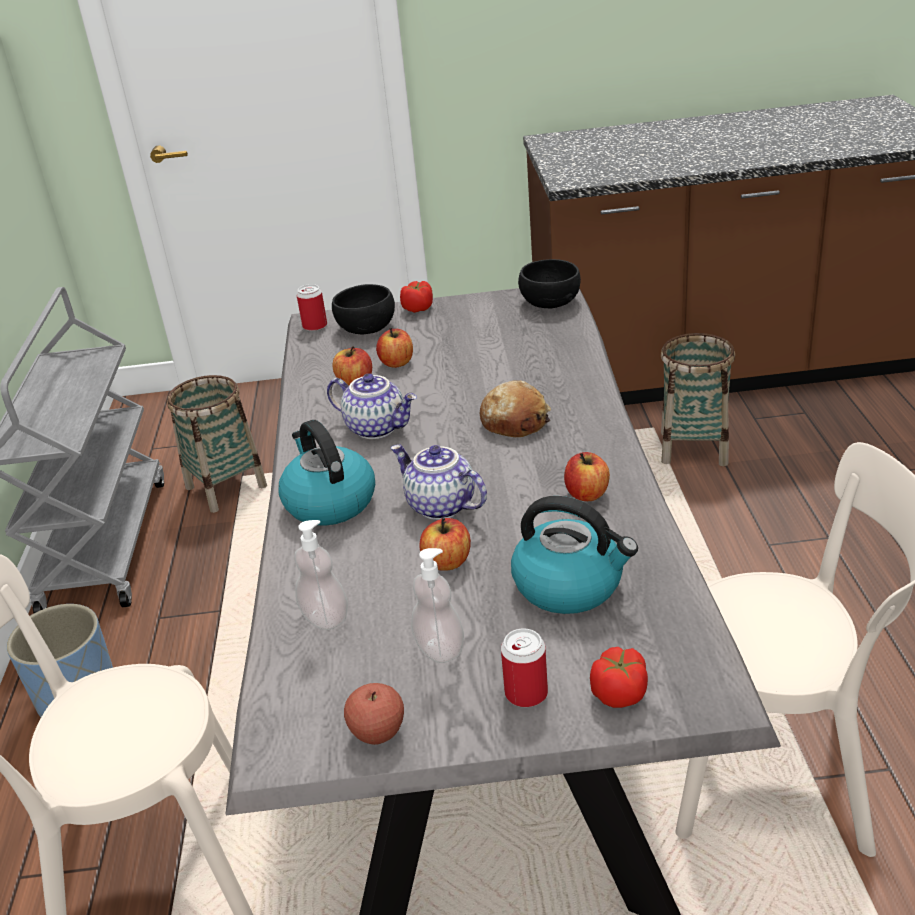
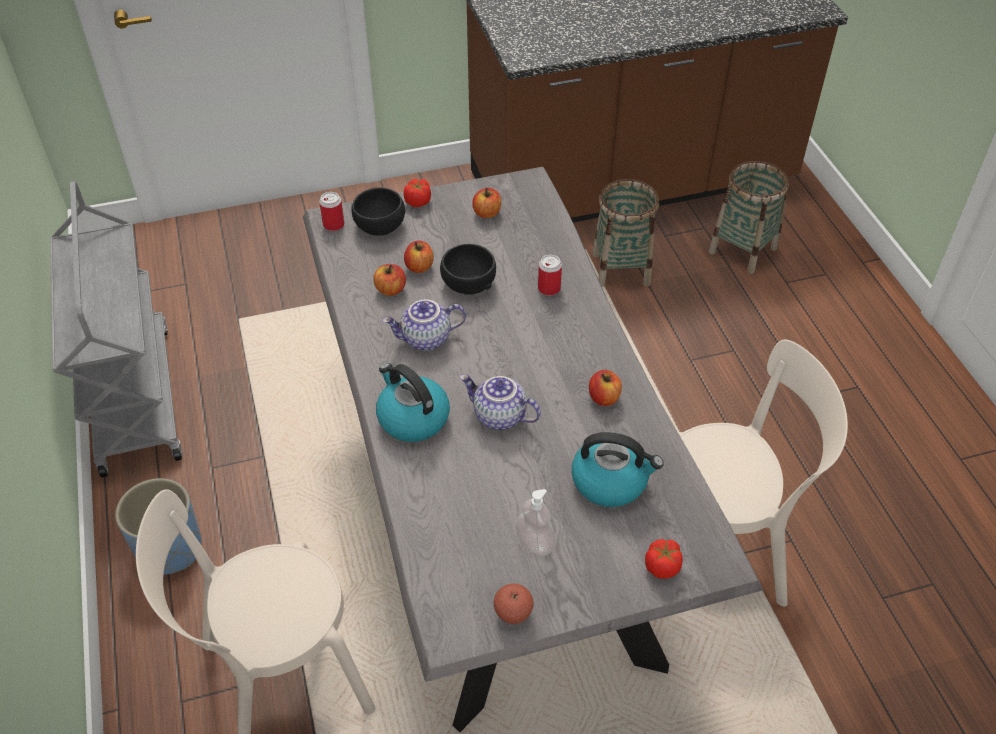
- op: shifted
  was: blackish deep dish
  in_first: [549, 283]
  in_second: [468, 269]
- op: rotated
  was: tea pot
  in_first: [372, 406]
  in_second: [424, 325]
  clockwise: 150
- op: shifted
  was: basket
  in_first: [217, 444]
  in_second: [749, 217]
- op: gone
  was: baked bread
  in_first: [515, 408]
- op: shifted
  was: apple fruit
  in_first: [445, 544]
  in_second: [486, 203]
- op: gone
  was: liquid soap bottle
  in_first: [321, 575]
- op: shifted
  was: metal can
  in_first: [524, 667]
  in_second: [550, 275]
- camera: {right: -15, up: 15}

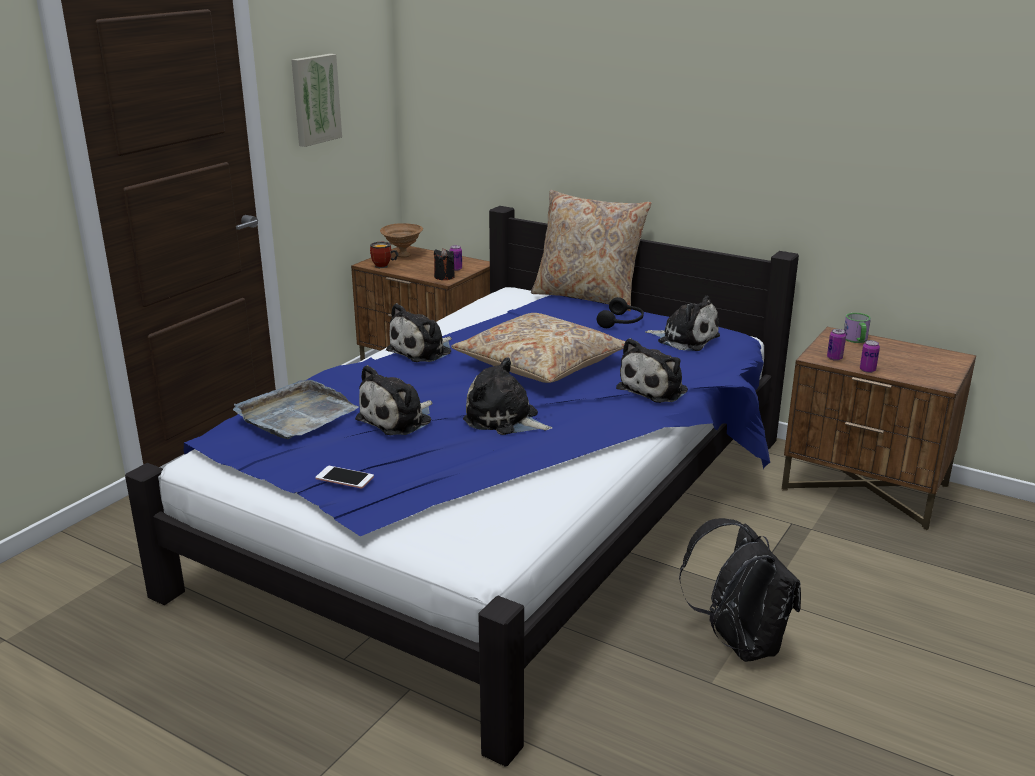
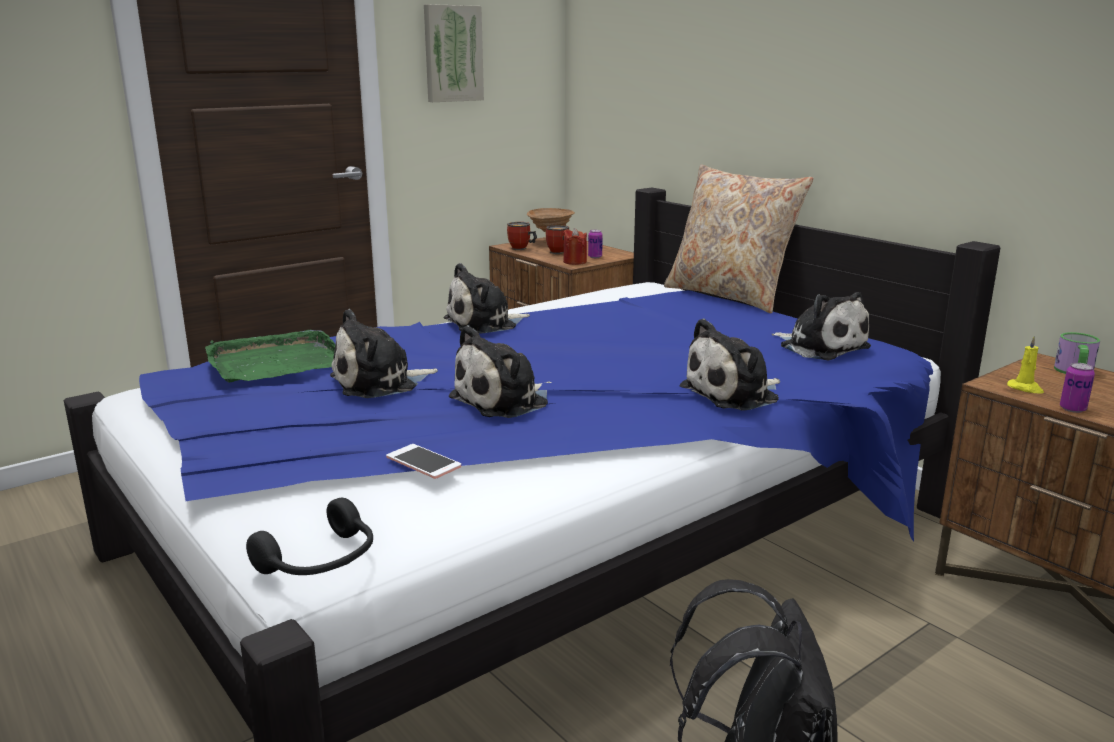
- op: repainted
  was: blackish wax candle
  now: red wax candle
  in_first: [444, 264]
  in_second: [575, 246]
- op: shifted
  was: blackish headset
  in_first: [620, 312]
  in_second: [309, 536]
- op: gone
  was: beige pillow
  in_first: [538, 348]
- op: swapped
  was: metal can
  now: yellow wax candle
  in_first: [836, 345]
  in_second: [1025, 364]
- op: rotated
  was: soft toy
  in_first: [507, 396]
  in_second: [500, 371]
  clockwise: -90
- op: repainted
  was: greyish carrying tray
  now: green-coloured carrying tray
  in_first: [296, 409]
  in_second: [270, 356]
- op: shifted
  was: handset
  in_first: [344, 477]
  in_second: [423, 461]
- op: new
  now: tea mug
  in_second: [557, 239]
- camera: {right: 20, up: -5}

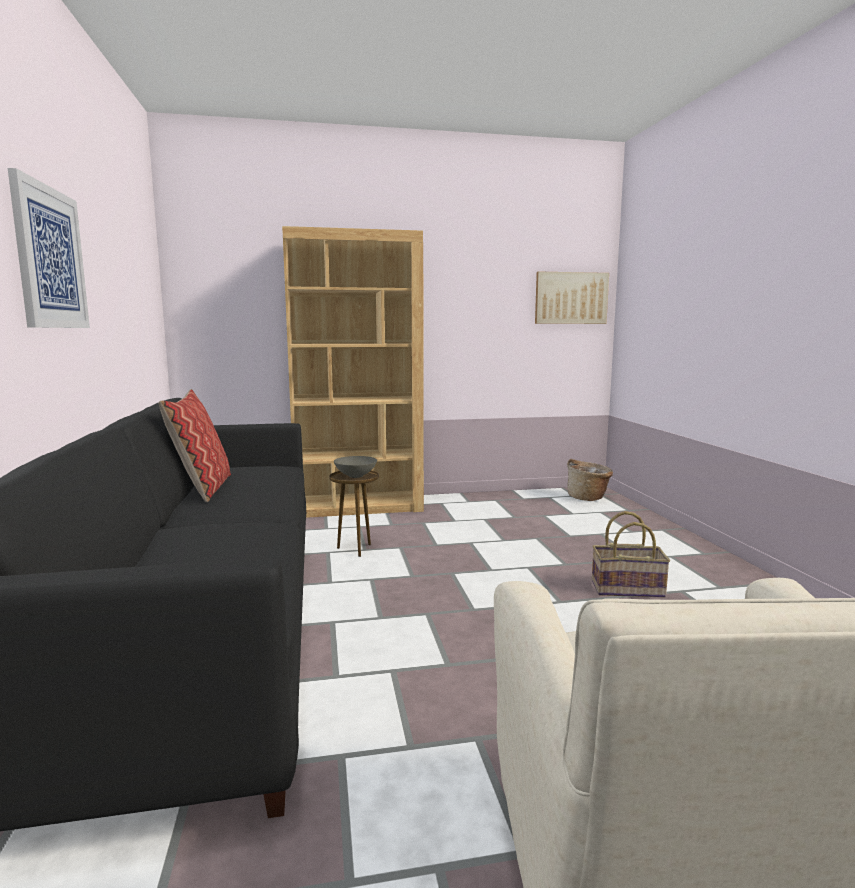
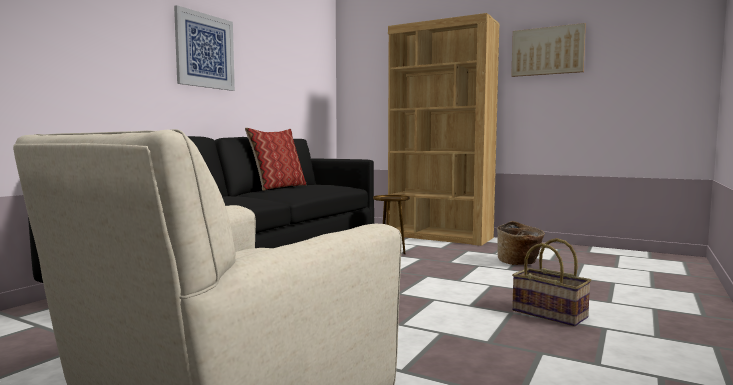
- op: shifted
  was: picture
  in_first: [572, 297]
  in_second: [548, 50]
- op: gone
  was: greyish deep dish
  in_first: [355, 467]
- op: shifted
  was: basket
  in_first: [590, 480]
  in_second: [521, 243]
- camera: {right: 40, up: -5}

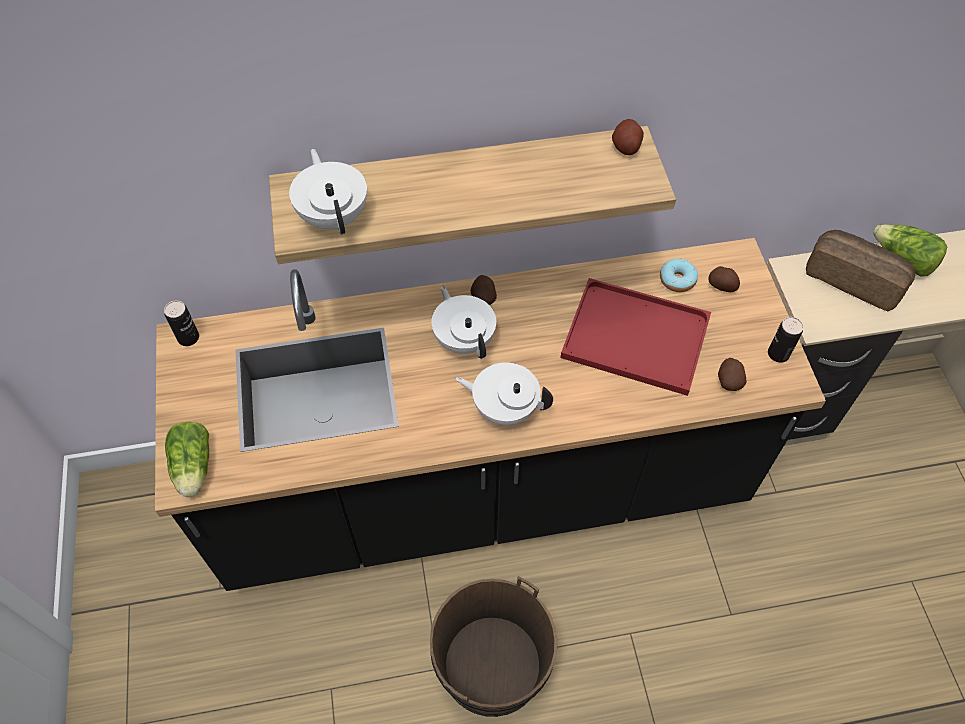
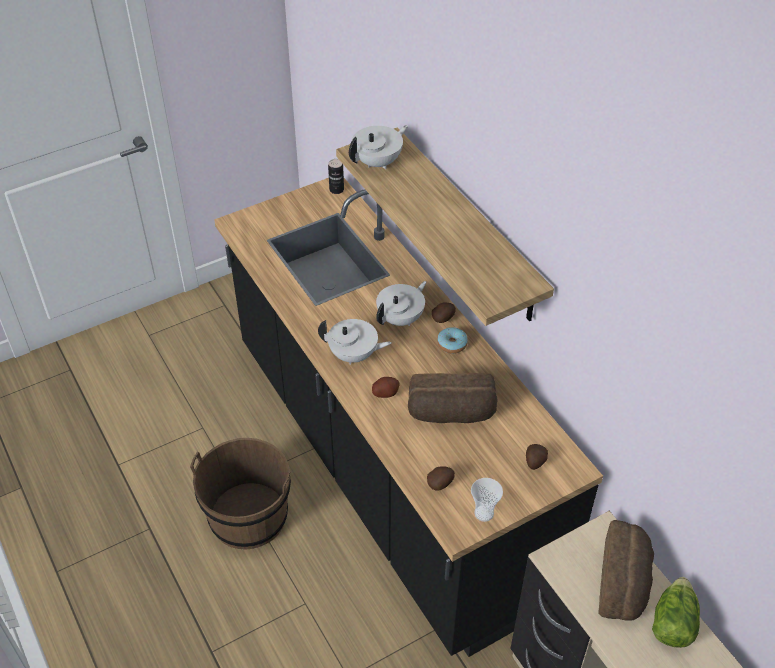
- op: shifted
  was: potato
  in_first: [628, 137]
  in_second: [386, 387]
- op: shifted
  was: ring doughnut
  in_first: [679, 275]
  in_second: [452, 340]
- op: swapped
  was: red carrying tray
  now: baked bread
  in_first: [635, 337]
  in_second: [453, 398]
- op: swapped
  was: metal can
  now: cup
  in_first: [786, 340]
  in_second: [487, 500]
- op: rotated
  was: white tea pot
  in_first: [504, 393]
  in_second: [355, 342]
  clockwise: 105
- op: gone
  was: lettuce head
  in_first: [187, 459]
- camera: {right: 70, up: -10}

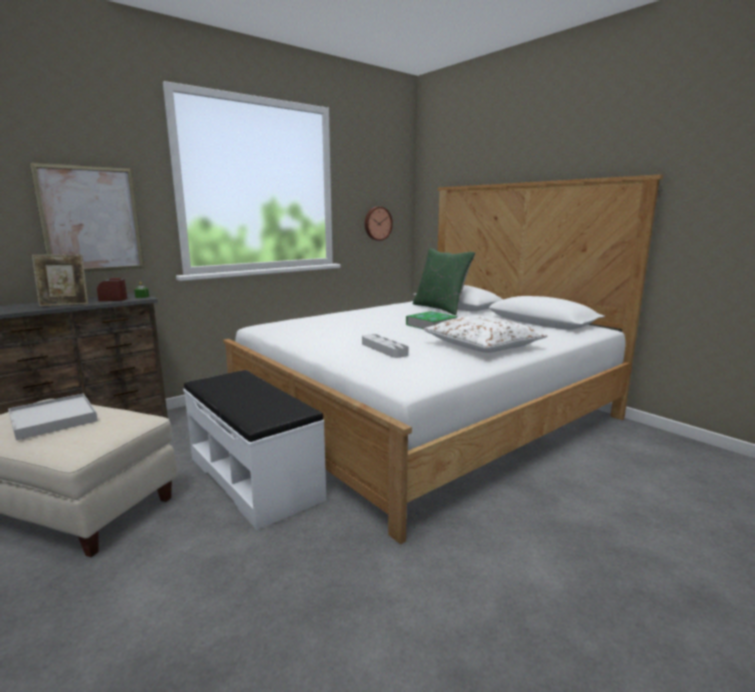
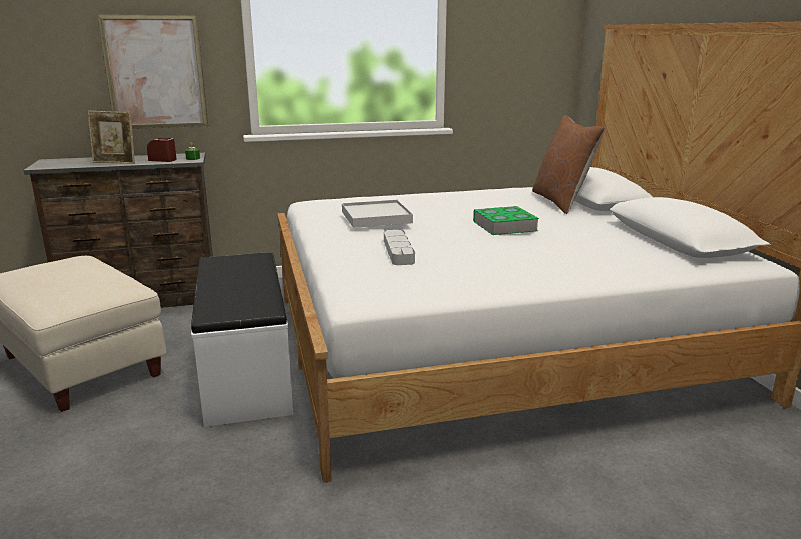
- op: gone
  was: clock on the wall
  in_first: [379, 224]
- op: repainted
  was: green-coloured pillow
  now: brown-coloured pillow
  in_first: [444, 281]
  in_second: [568, 164]
- op: gone
  was: white pillow
  in_first: [485, 334]
- op: shifted
  was: white carrying tray
  in_first: [53, 416]
  in_second: [377, 214]
- camera: {right: 25, up: 5}

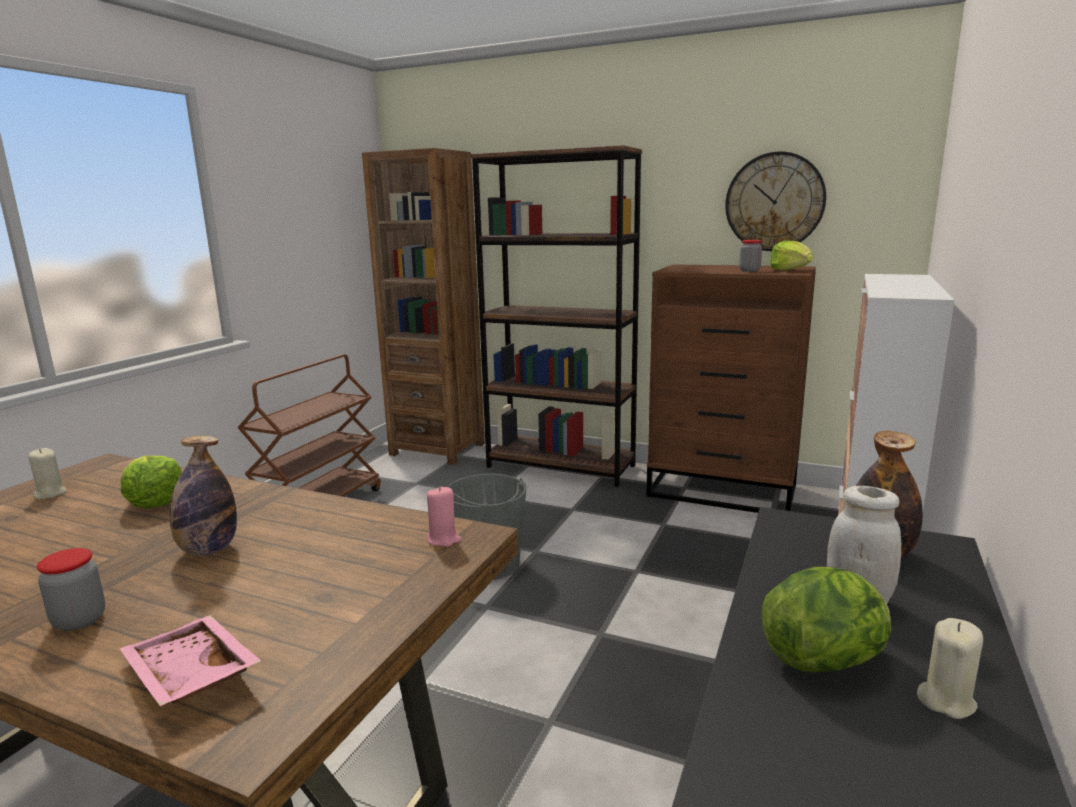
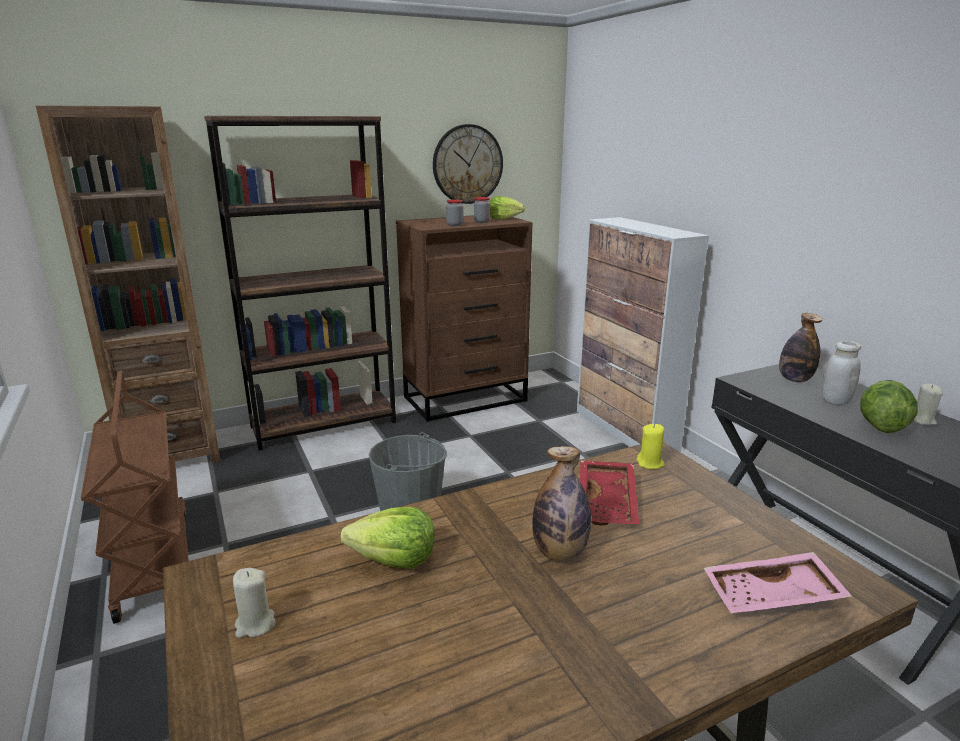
- op: repainted
  was: pink wax candle
  now: yellow wax candle
  in_first: [444, 516]
  in_second: [651, 446]
- op: shifted
  was: storage jar
  in_first: [71, 589]
  in_second: [454, 212]
- op: new
  now: red carrying tray
  in_second: [609, 492]
- camera: {right: -50, up: 5}

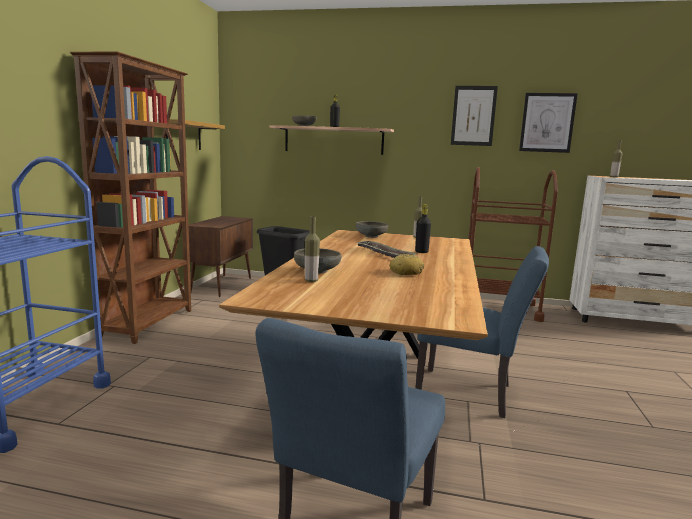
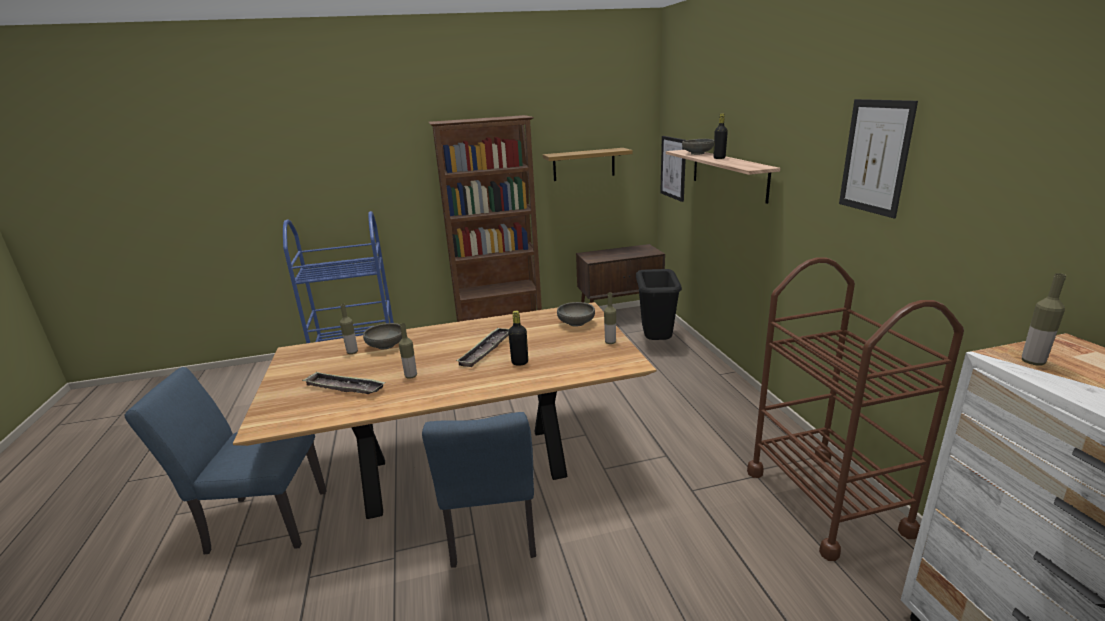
- op: shifted
  was: picture
  in_first: [548, 123]
  in_second: [673, 169]
- op: swapped
  was: baked bread
  now: drink bottle
  in_first: [406, 264]
  in_second: [408, 351]
- op: new
  now: carrying tray
  in_second: [344, 382]
- camera: {right: 65, up: 10}

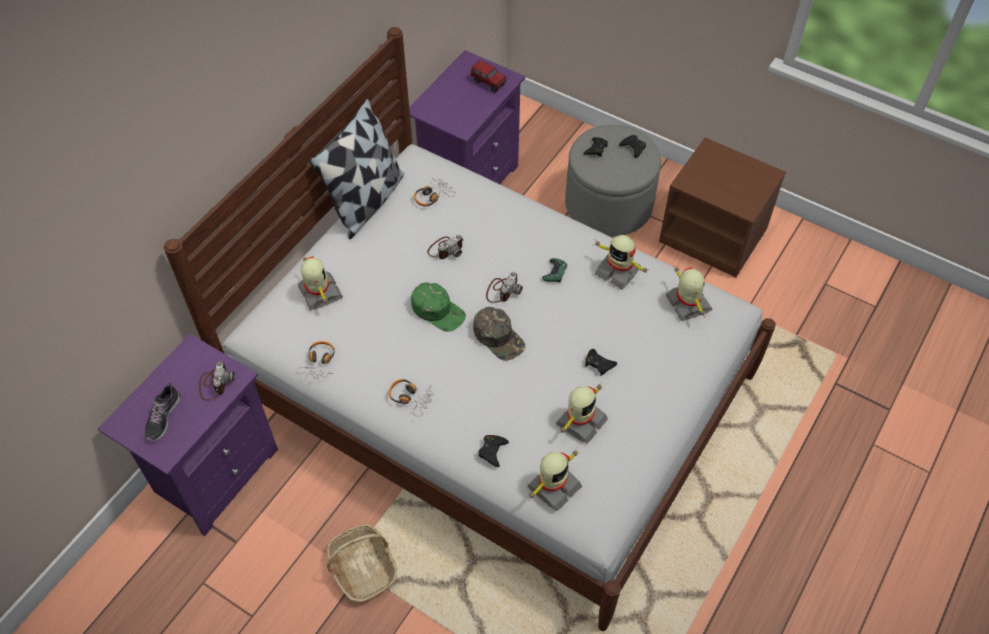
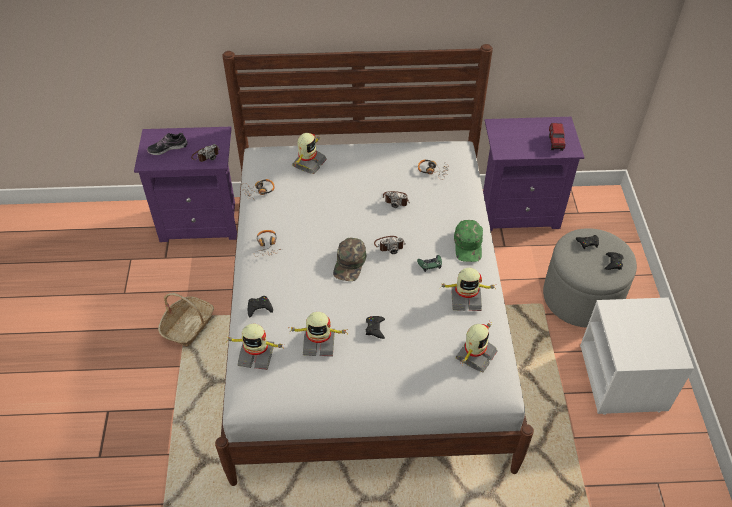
- op: gone
  was: pillow
  in_first: [356, 168]
- op: repainted
  was: brown-coloured bedside table
  now: white bedside table
  in_first: [722, 207]
  in_second: [637, 356]
- op: rotated
  was: toy robot
  in_first: [620, 262]
  in_second: [467, 289]
  clockwise: -90
- op: shifted
  was: green-coloured baseball cap
  in_first: [438, 307]
  in_second: [468, 241]
- camera: {right: 55, up: -5}

